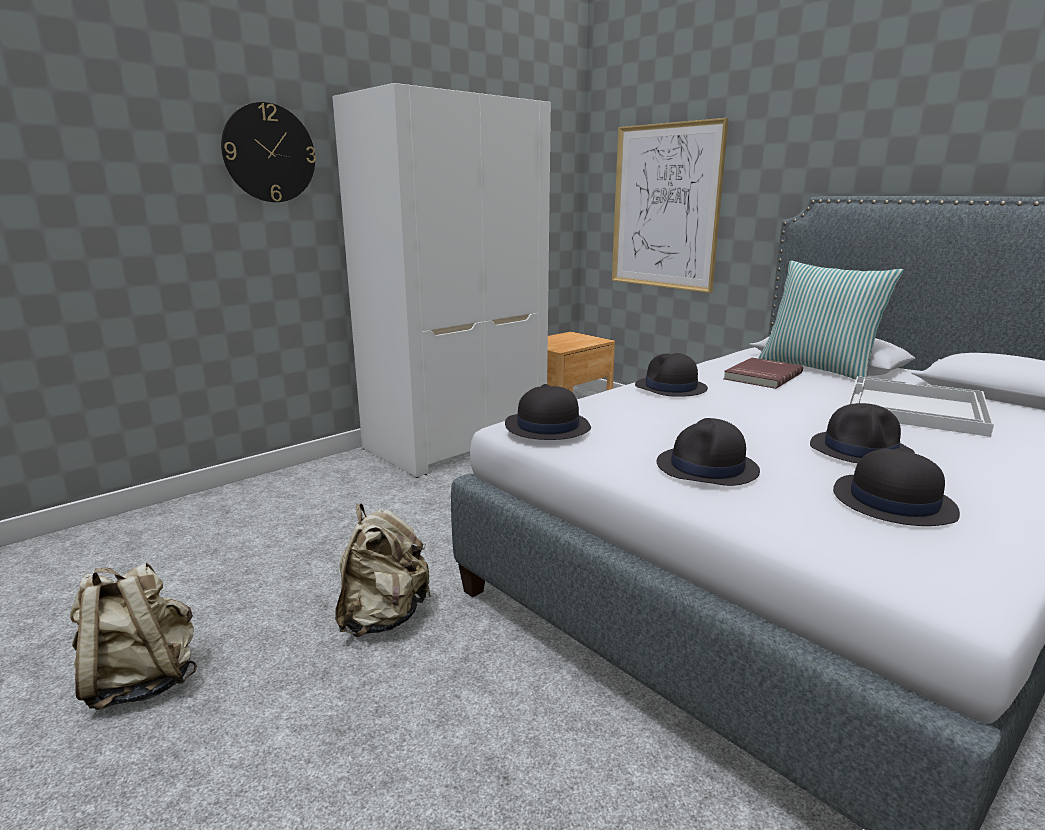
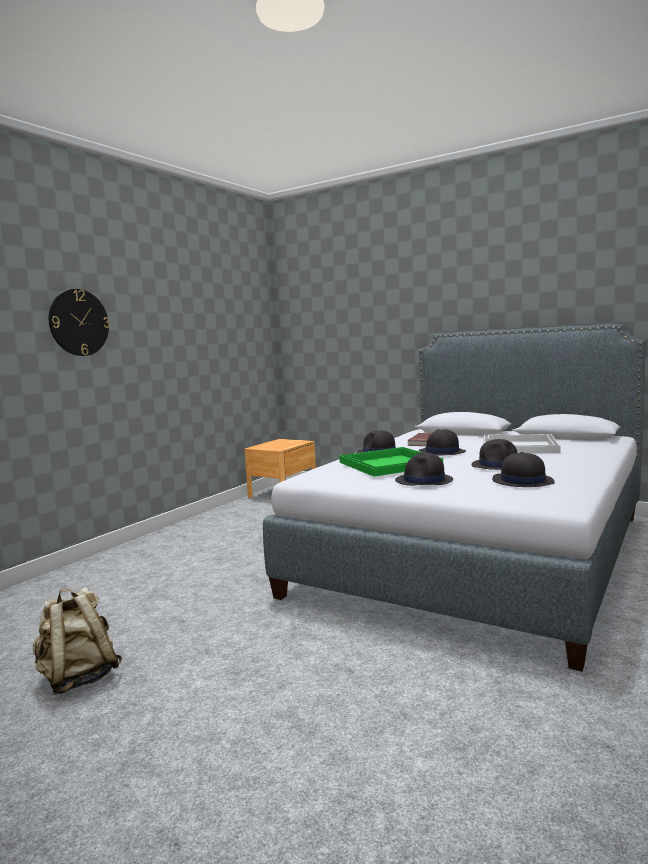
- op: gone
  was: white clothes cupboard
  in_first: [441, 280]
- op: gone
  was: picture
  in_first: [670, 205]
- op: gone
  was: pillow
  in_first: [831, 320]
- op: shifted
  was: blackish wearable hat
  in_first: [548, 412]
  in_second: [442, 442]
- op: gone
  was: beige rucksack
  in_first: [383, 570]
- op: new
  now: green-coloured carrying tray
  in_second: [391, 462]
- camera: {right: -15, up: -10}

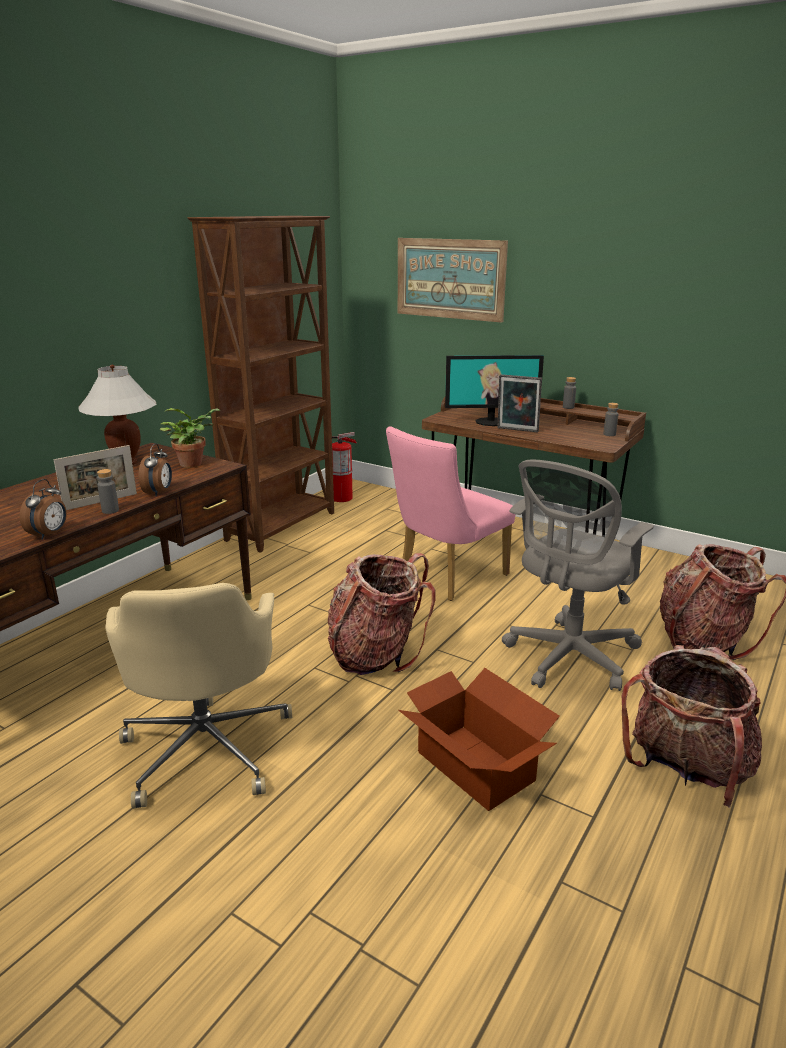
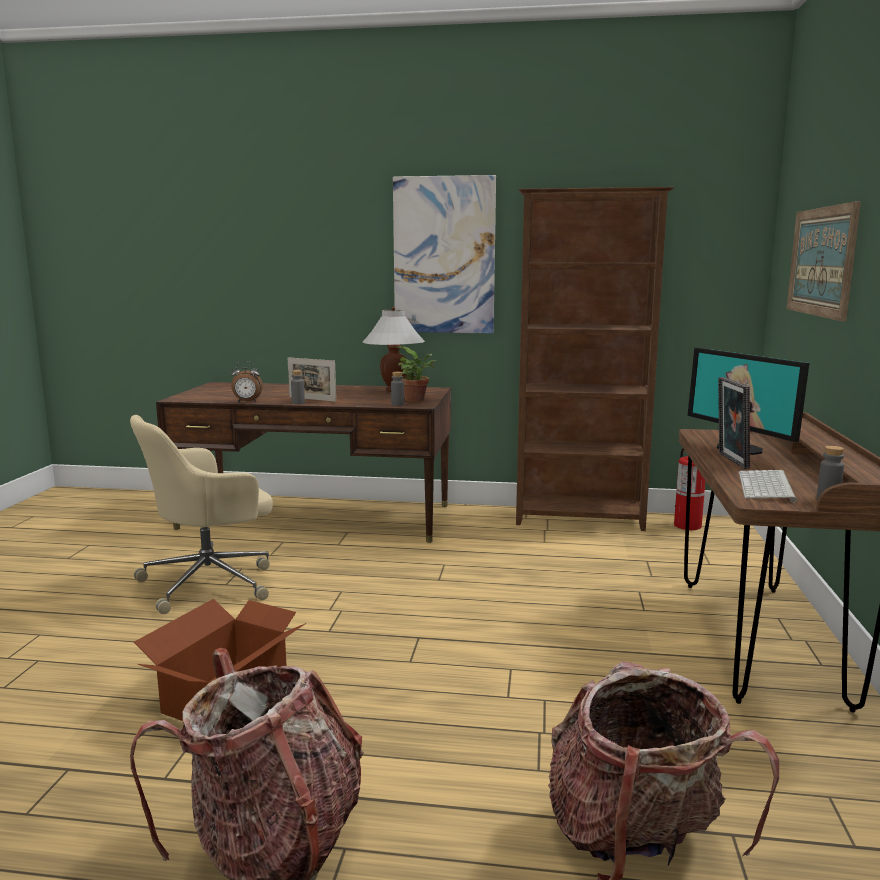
- op: shifted
  was: greyish drink bottle
  in_first: [569, 393]
  in_second: [397, 389]
- op: gone
  was: pink upright chair
  in_first: [451, 514]
- op: gone
  was: bedside clock
  in_first: [155, 470]
- op: gone
  was: greyish office chair
  in_first: [578, 575]
- op: gone
  was: rucksack
  in_first: [382, 614]
- op: new
  now: picture
  in_second: [444, 254]
- op: new
  now: keyboard
  in_second: [767, 486]
- camera: {right: 65, up: -10}

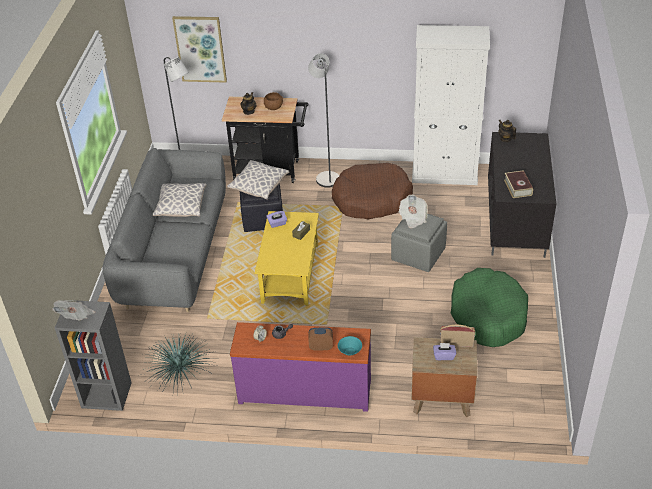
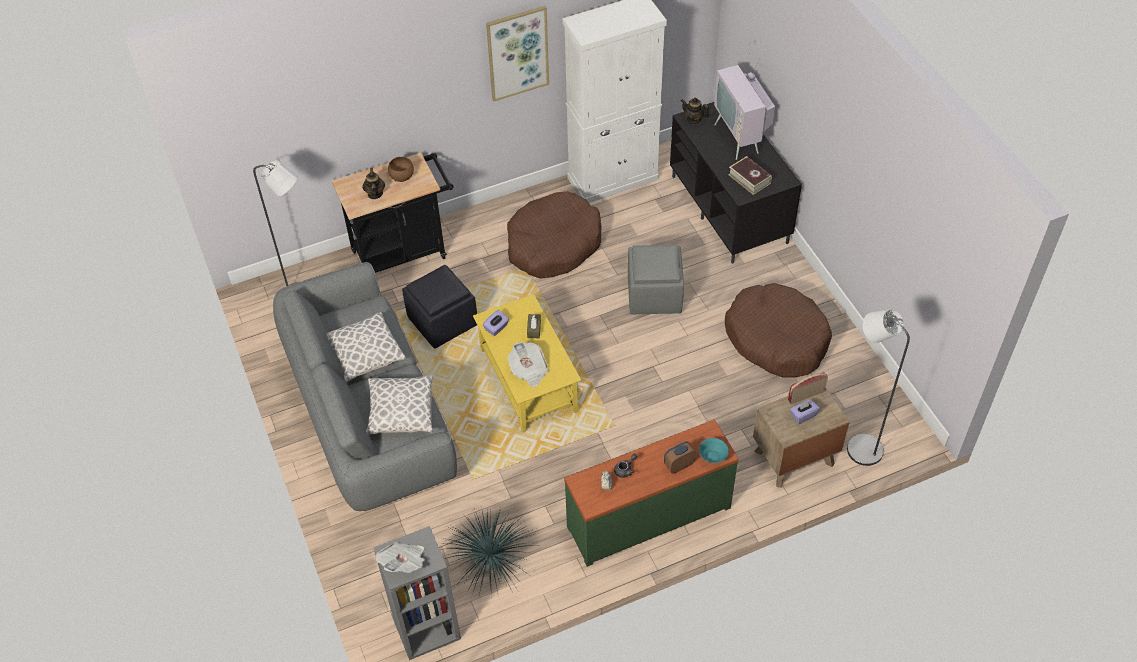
- op: shifted
  was: picture
  in_first: [199, 49]
  in_second: [517, 54]
- op: shifted
  was: greyish standard lamp
  in_first: [323, 120]
  in_second: [878, 387]
- op: shifted
  was: pillow
  in_first: [258, 180]
  in_second: [400, 405]
- op: shifted
  was: newspaper
  in_first: [413, 211]
  in_second: [528, 364]
- op: repainted
  was: green-coloured dog cushion
  now: brown-coloured dog cushion
  in_first: [489, 307]
  in_second: [778, 330]
- op: repainted
  was: purple-coloured dresser
  now: green-coloured dresser
  in_first: [300, 367]
  in_second: [651, 493]
- op: new
  now: TV set
  in_second: [744, 101]
- camera: {right: -30, up: 10}

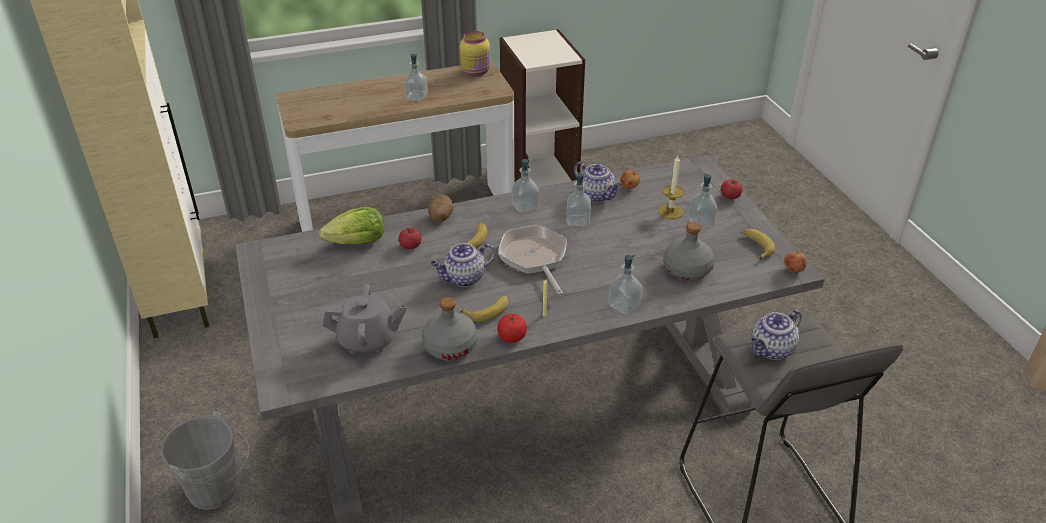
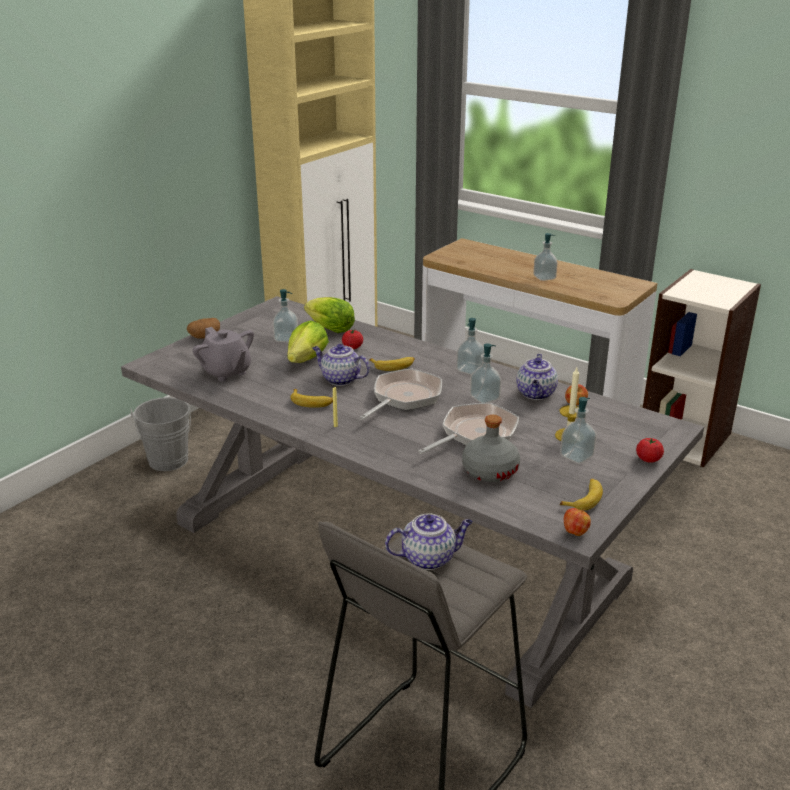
- op: gone
  was: yellow storage jar
  in_first: [475, 53]
- op: shifted
  was: potato
  in_first: [440, 208]
  in_second: [203, 328]
- op: shifted
  was: liquid soap bottle
  in_first: [625, 285]
  in_second: [285, 315]
- op: gone
  was: greyish drink bottle
  in_first: [450, 328]
- op: rotated
  was: tea pot
  in_first: [776, 335]
  in_second: [429, 542]
  clockwise: 150
- op: gone
  was: whole tomato
  in_first: [512, 328]
- op: new
  now: lettuce head
  in_second: [308, 341]
- op: new
  now: pan
  in_second: [468, 428]
- camera: {right: 55, up: -10}

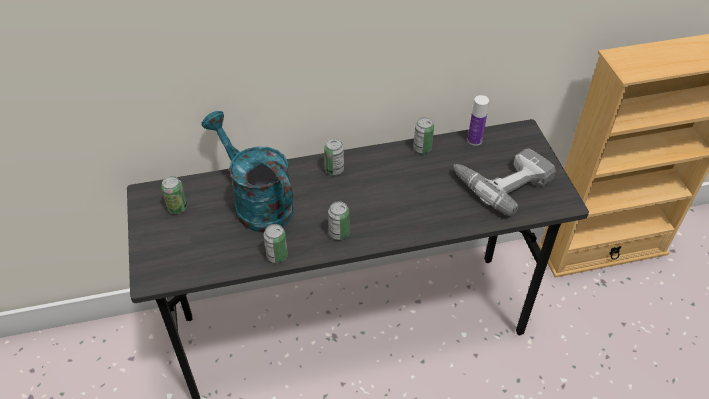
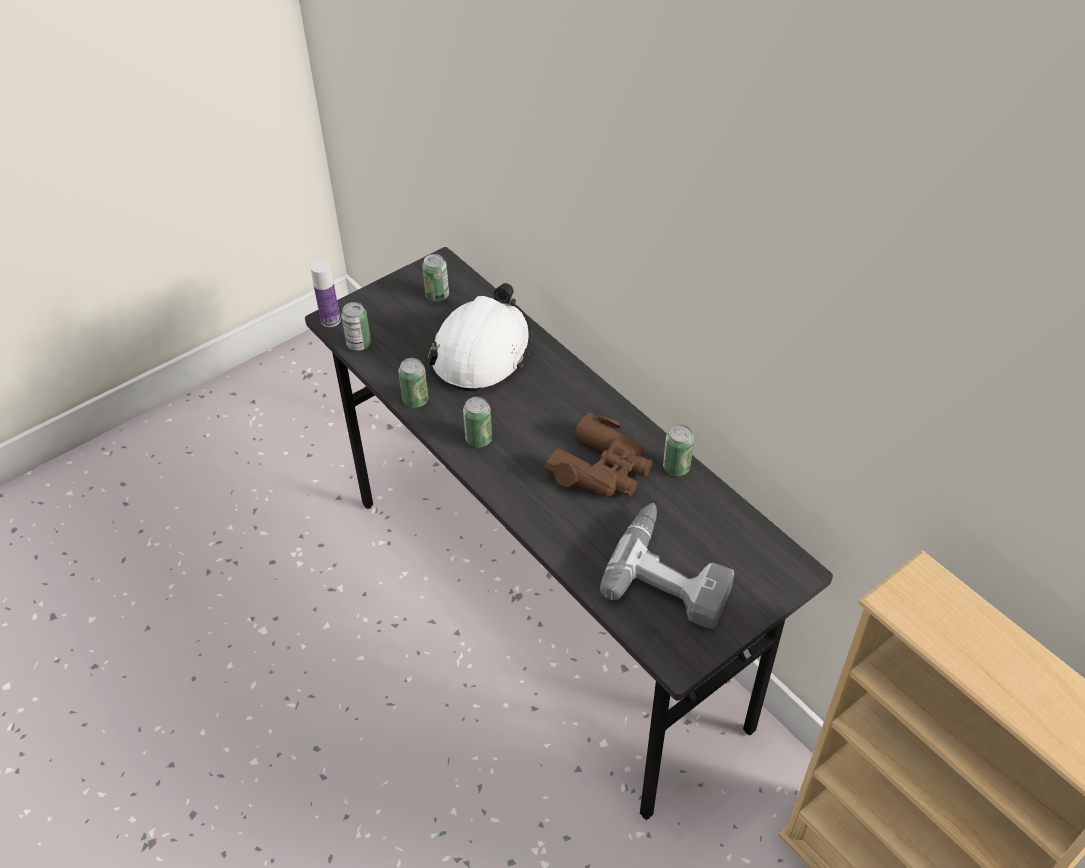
- op: shifted
  was: drink bottle
  in_first: [478, 120]
  in_second: [325, 293]
- op: swapped
  was: turquoise-coloured sprinkling can
  now: white safety helmet
  in_first: [247, 171]
  in_second: [479, 337]
- op: shifted
  was: metal can
  in_first: [334, 156]
  in_second: [356, 326]
- op: new
  now: brown-coloured binoculars
  in_second: [599, 455]
- camera: {right: 65, up: 0}

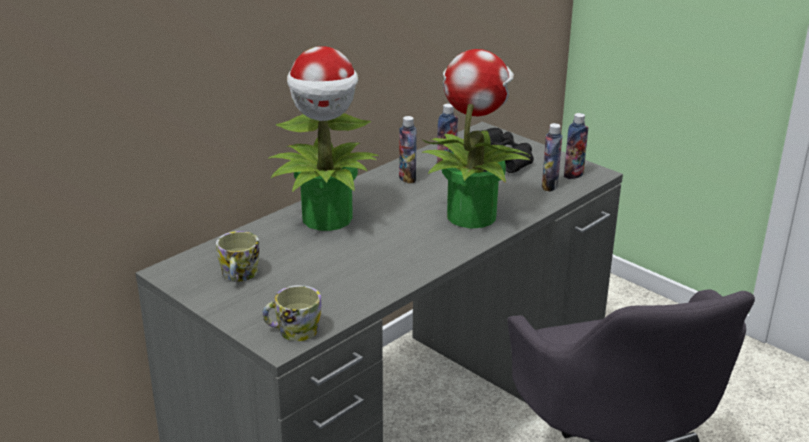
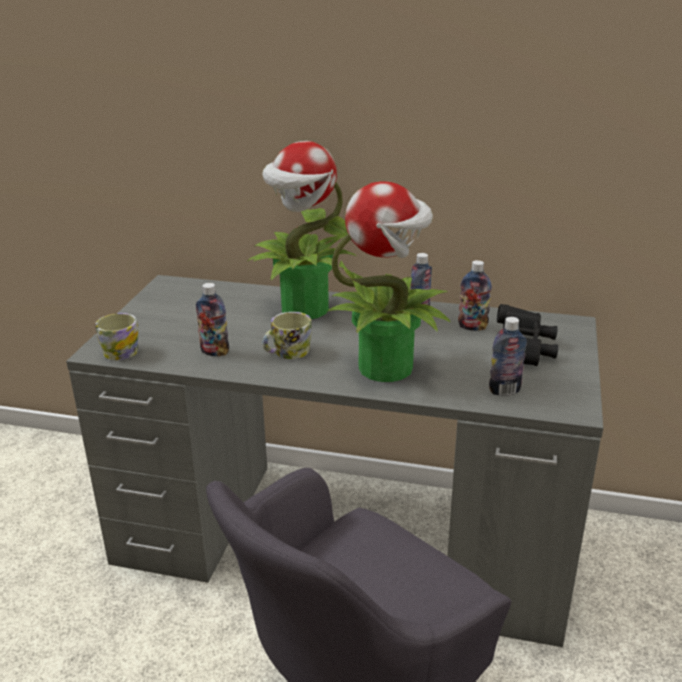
- op: shifted
  was: drink bottle
  in_first: [576, 146]
  in_second: [212, 319]
- op: shifted
  was: tea mug
  in_first: [238, 256]
  in_second: [287, 335]
- camera: {right: 60, up: 0}

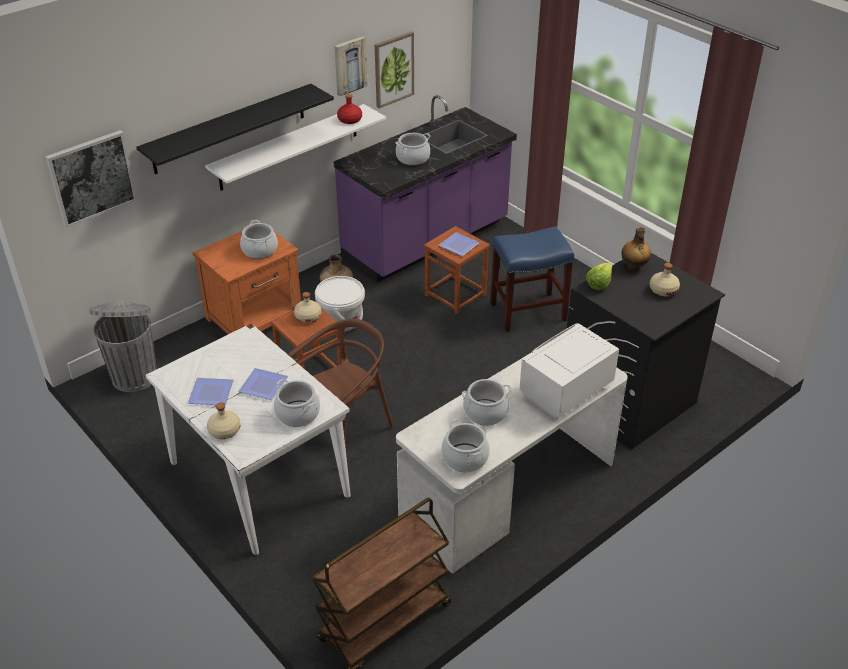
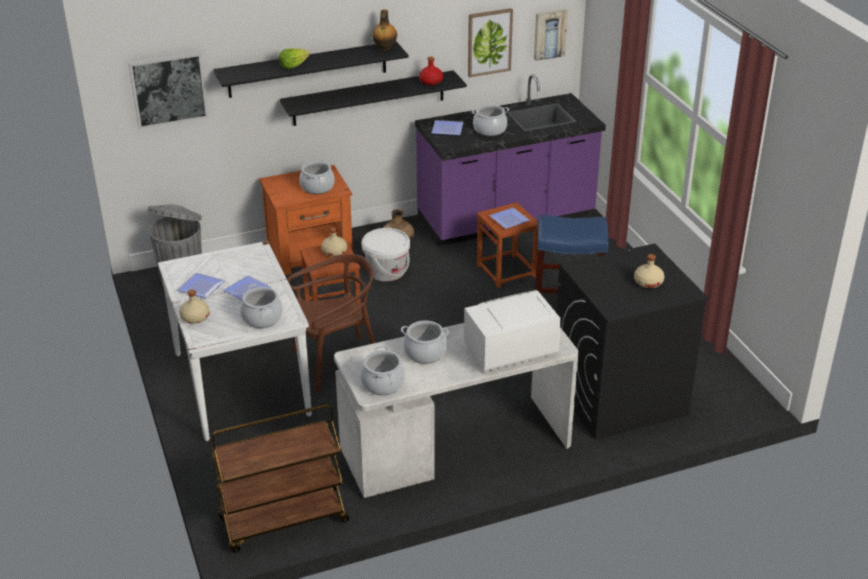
- op: shifted
  was: picture
  in_first: [350, 66]
  in_second: [551, 35]
- op: repainted
  was: white bracket shelf
  now: blackish bracket shelf
  in_first: [295, 147]
  in_second: [373, 98]
- op: shifted
  was: drink bottle
  in_first: [636, 249]
  in_second: [384, 30]
- op: shifted
  was: lettuce head
  in_first: [599, 276]
  in_second: [294, 58]
- op: new
  now: flat dish
  in_second: [447, 127]
- camera: {right: 20, up: -5}

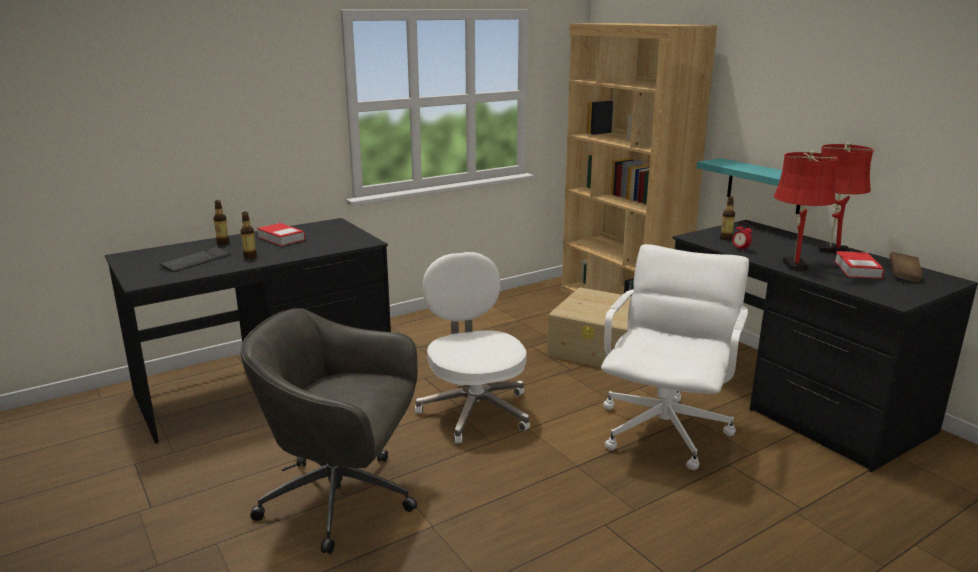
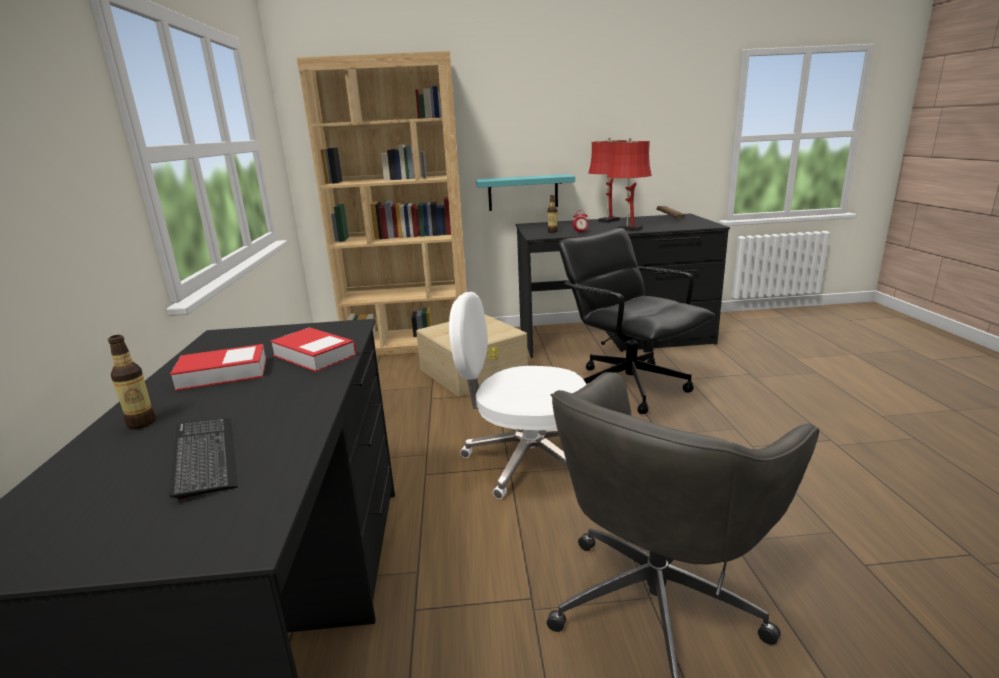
- op: gone
  was: drink bottle
  in_first: [248, 235]
- op: repainted
  was: white office chair
  now: blackish office chair
  in_first: [675, 357]
  in_second: [636, 321]
- op: shifted
  was: bound book
  in_first: [859, 265]
  in_second: [313, 349]
- camera: {right: -60, up: 0}

